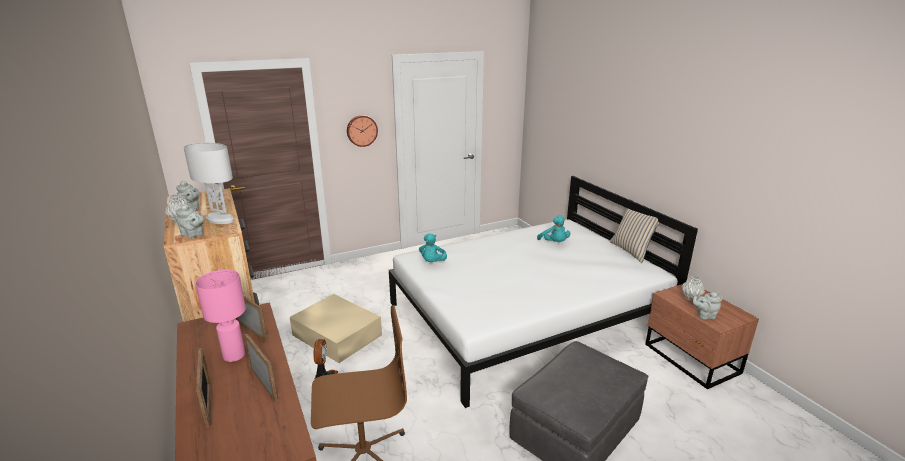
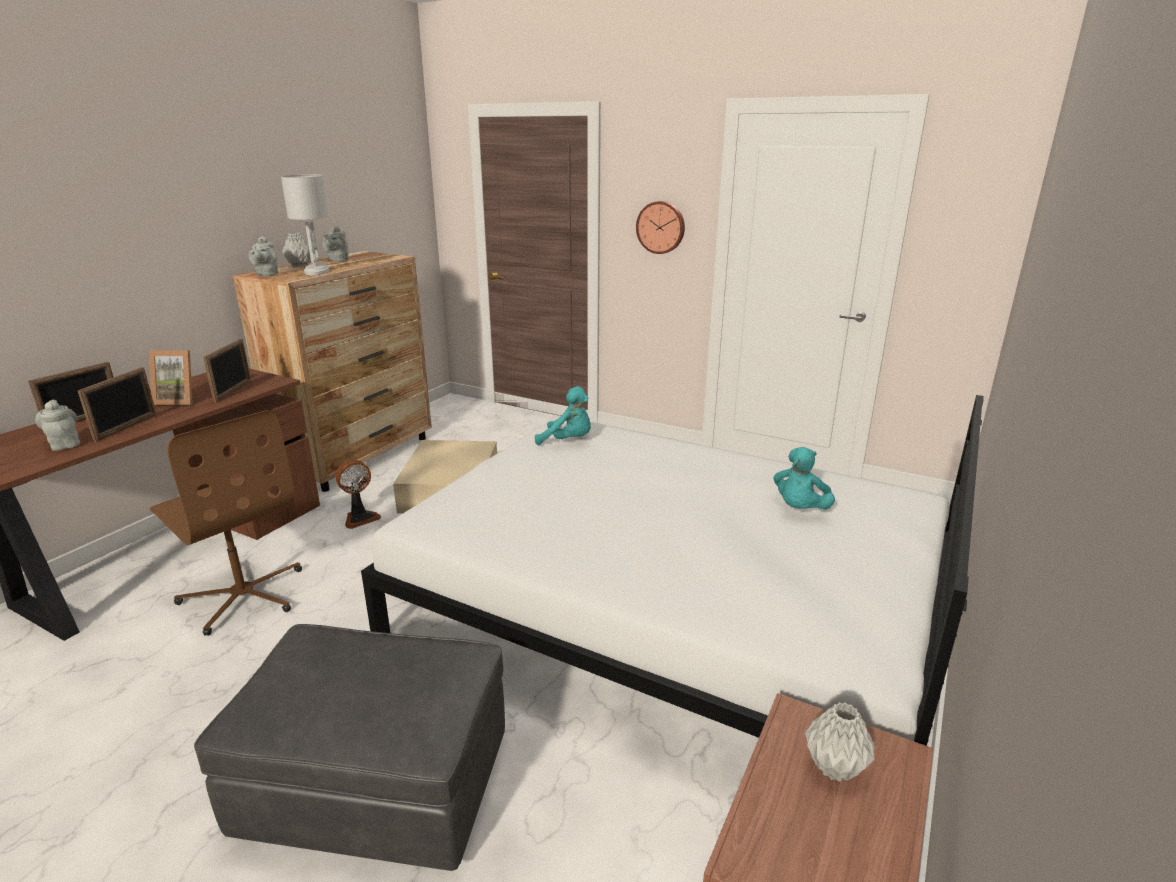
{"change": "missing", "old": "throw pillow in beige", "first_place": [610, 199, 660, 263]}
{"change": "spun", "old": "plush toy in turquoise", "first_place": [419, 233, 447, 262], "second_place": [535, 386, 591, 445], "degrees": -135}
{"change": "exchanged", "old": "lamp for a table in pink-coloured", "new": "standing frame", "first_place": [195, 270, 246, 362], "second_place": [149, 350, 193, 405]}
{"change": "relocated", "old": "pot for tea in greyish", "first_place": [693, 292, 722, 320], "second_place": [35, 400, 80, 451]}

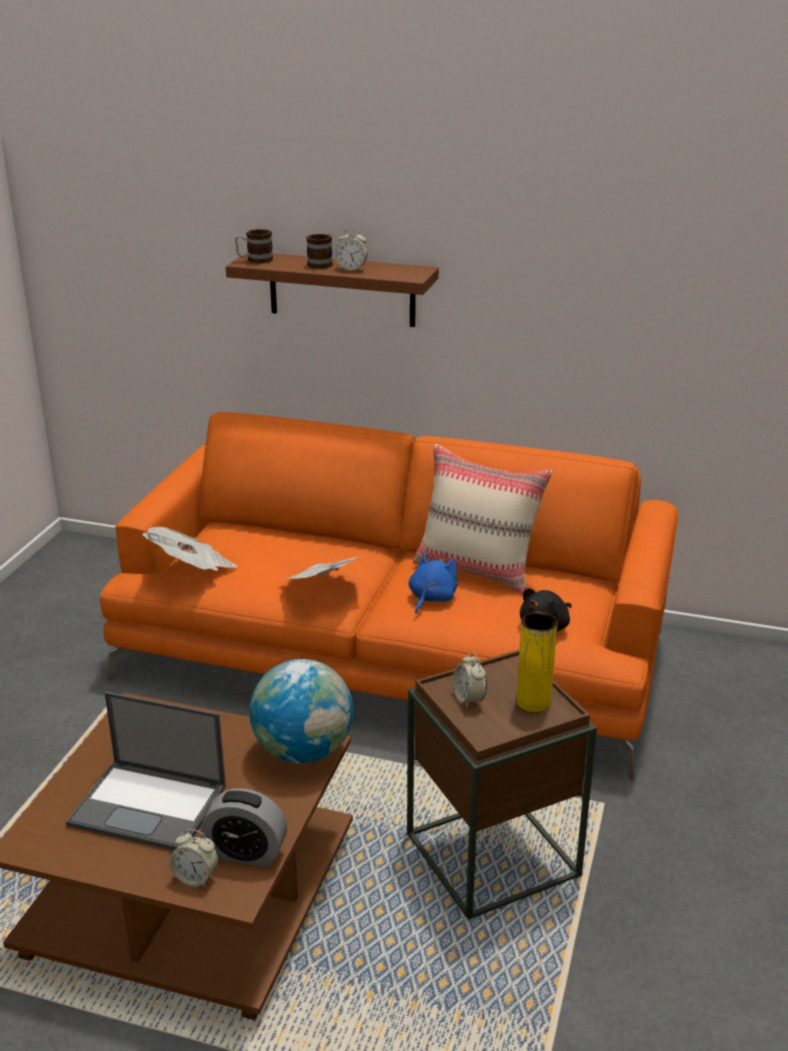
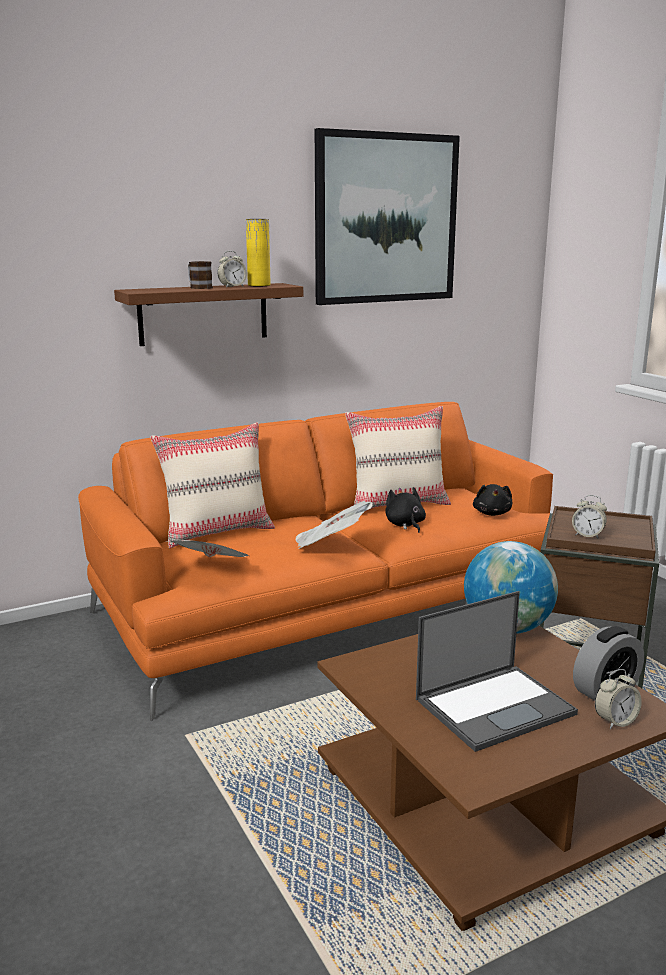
{"change": "missing", "old": "tea mug", "first_place": [235, 229, 273, 264]}
{"change": "colour", "old": "plush toy in bluish", "new": "plush toy in black", "first_place": [409, 552, 458, 614], "second_place": [385, 487, 426, 533]}
{"change": "relocated", "old": "flower vase in yellowish", "first_place": [517, 612, 557, 713], "second_place": [246, 219, 270, 286]}
{"change": "appeared", "new": "wall art", "second_place": [315, 128, 460, 305]}
{"change": "appeared", "new": "throw pillow in beige", "second_place": [150, 422, 275, 548]}

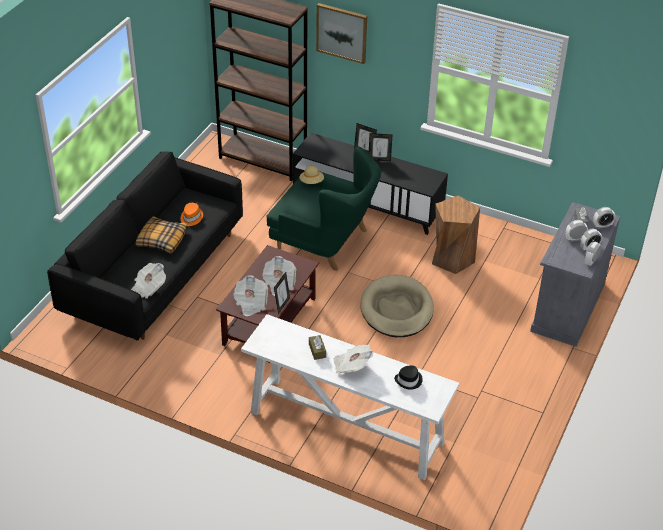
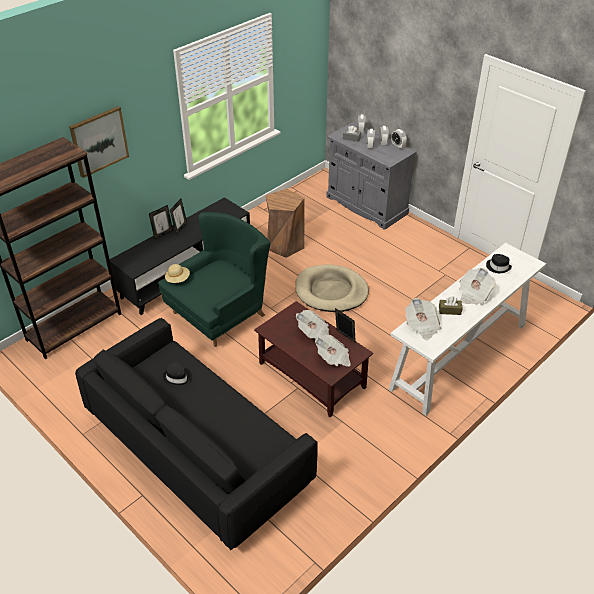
{"change": "colour", "old": "hat in orange", "new": "hat in black", "first_place": [180, 203, 203, 226], "second_place": [163, 362, 191, 388]}
{"change": "missing", "old": "throw pillow", "first_place": [135, 216, 187, 254]}
{"change": "relocated", "old": "newspaper", "first_place": [131, 263, 166, 299], "second_place": [405, 298, 441, 340]}

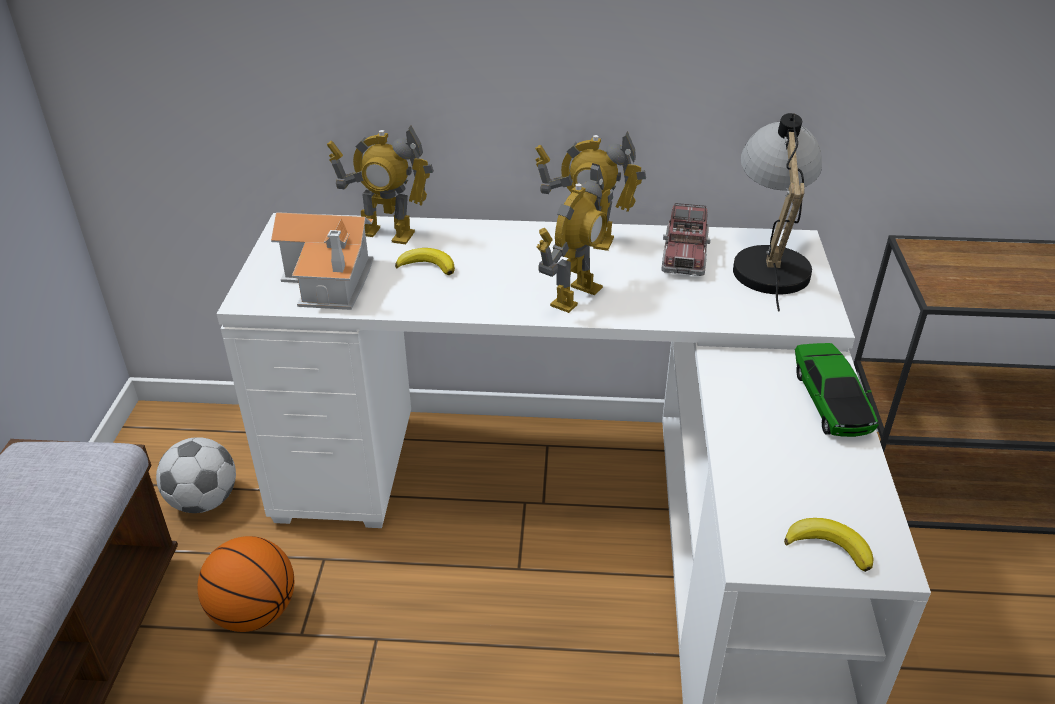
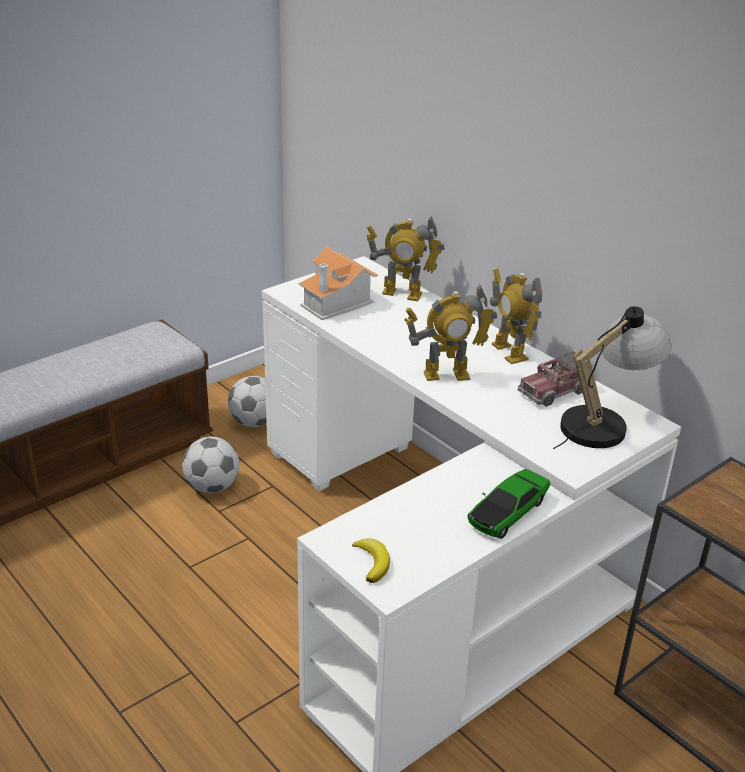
{"change": "spun", "old": "robot figure", "first_place": [327, 126, 434, 244], "second_place": [367, 216, 445, 301], "degrees": -45}
{"change": "missing", "old": "banana fruit", "first_place": [395, 248, 455, 275]}
{"change": "exchanged", "old": "ball for basketball", "new": "ball for football", "first_place": [197, 536, 294, 632], "second_place": [182, 436, 239, 493]}

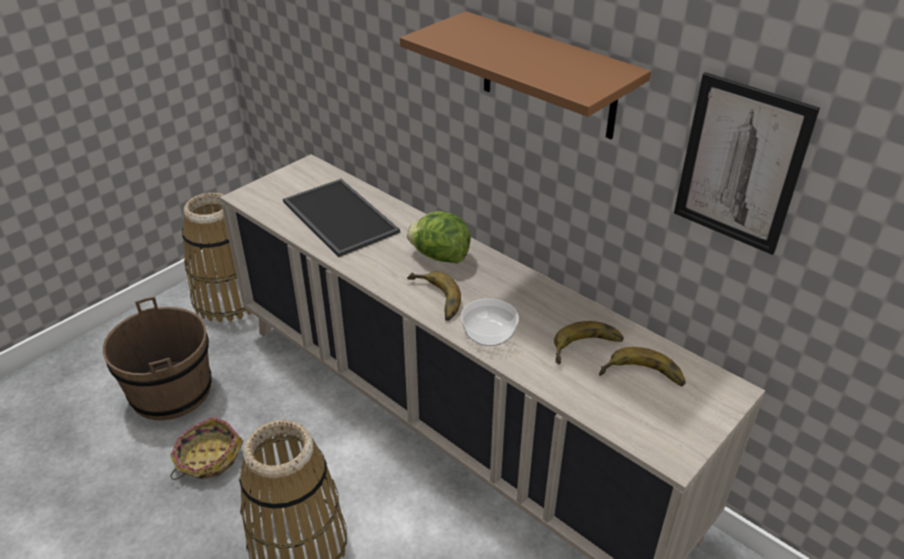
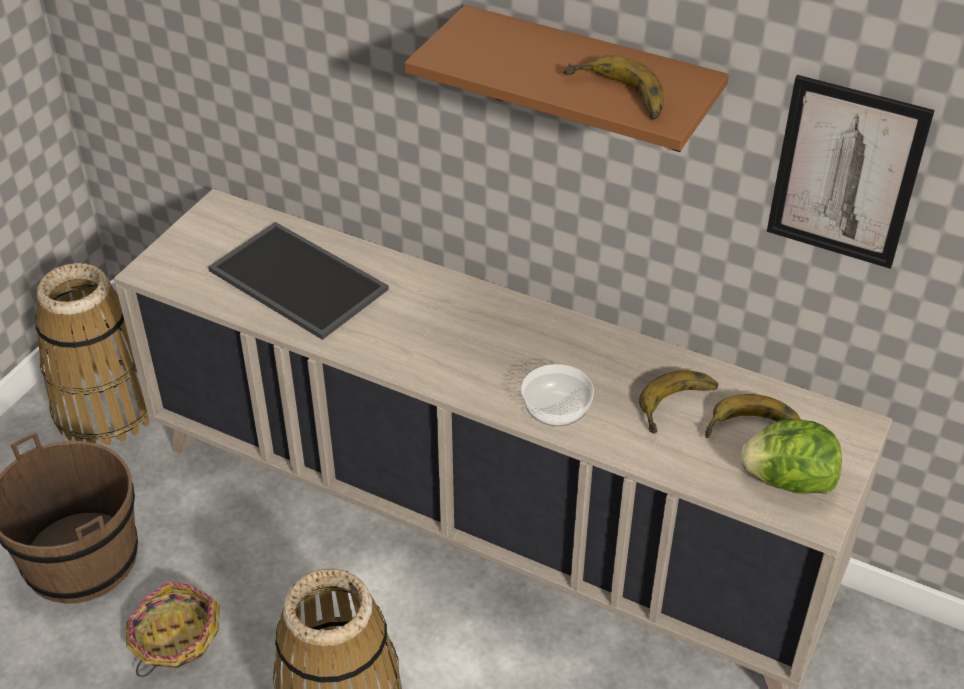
{"change": "relocated", "old": "head of lettuce", "first_place": [407, 211, 471, 263], "second_place": [740, 419, 842, 494]}
{"change": "relocated", "old": "banana fruit", "first_place": [407, 272, 461, 321], "second_place": [563, 55, 664, 120]}

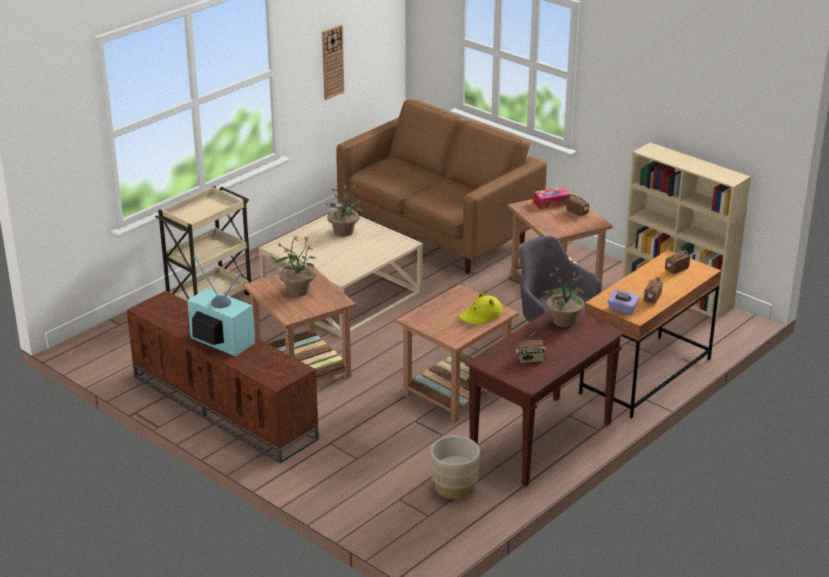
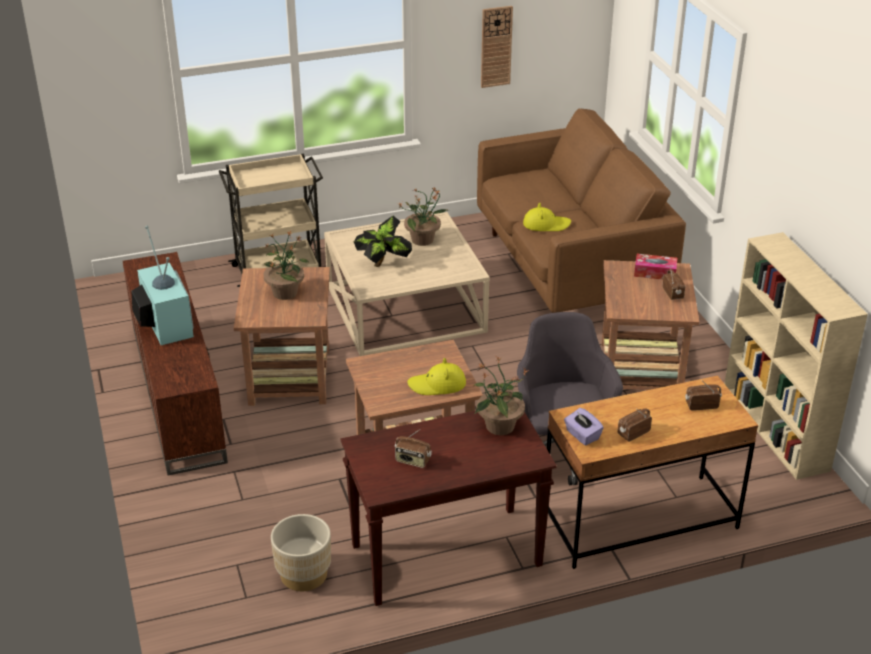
{"change": "appeared", "new": "hat in yellowish", "second_place": [523, 203, 571, 231]}
{"change": "appeared", "new": "houseplant", "second_place": [354, 216, 412, 267]}

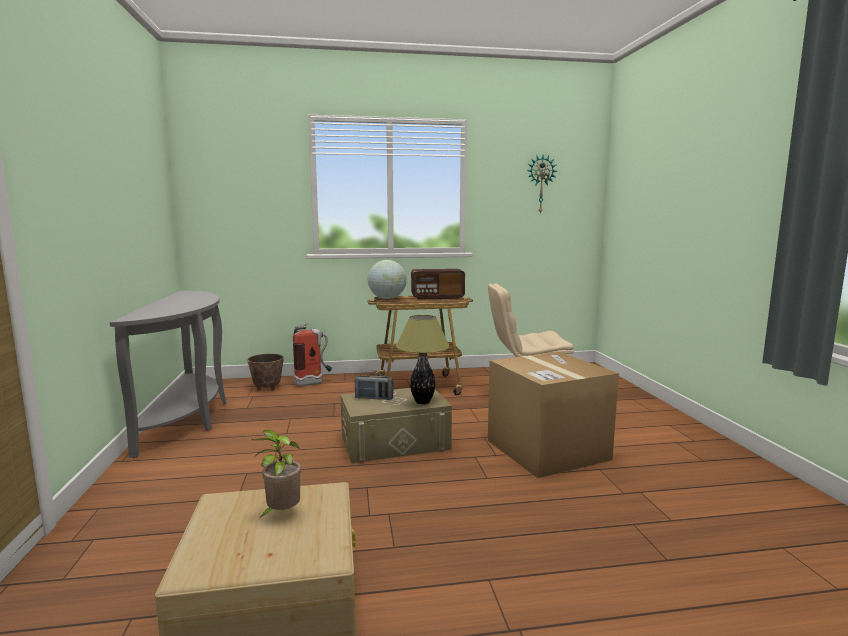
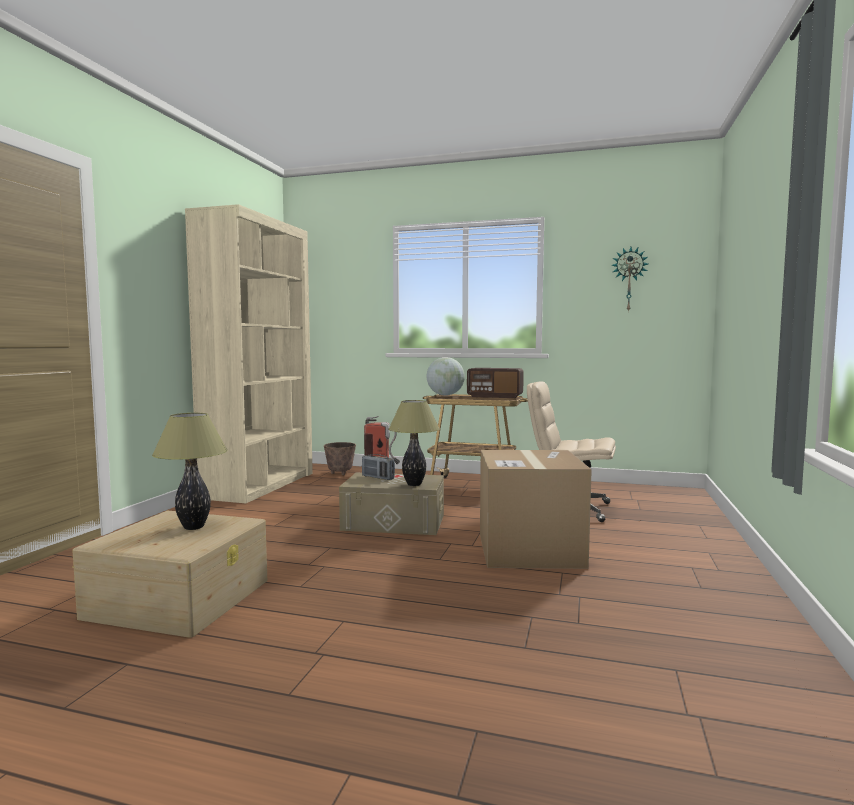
{"change": "exchanged", "old": "narrow table in greyish", "new": "bookshelf in beige", "first_place": [110, 291, 226, 458], "second_place": [185, 204, 313, 503]}
{"change": "exchanged", "old": "houseplant", "new": "lamp for a table", "first_place": [252, 430, 301, 518], "second_place": [152, 413, 228, 530]}

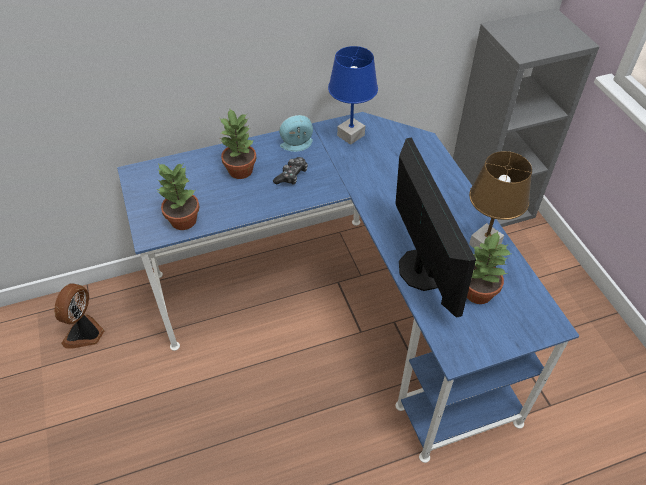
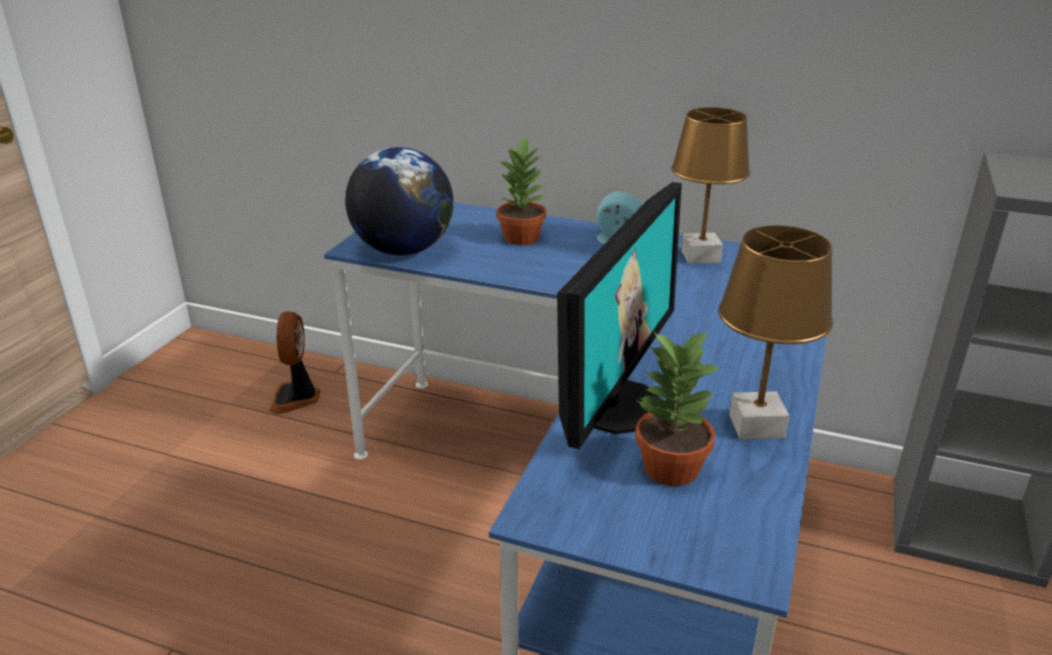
{"change": "colour", "old": "lamp for a table in bluish", "new": "lamp for a table in brown", "first_place": [328, 46, 378, 145], "second_place": [671, 107, 750, 264]}
{"change": "missing", "old": "joypad", "first_place": [273, 157, 308, 185]}
{"change": "exchanged", "old": "houseplant", "new": "world globe", "first_place": [157, 164, 200, 230], "second_place": [345, 147, 454, 255]}
{"change": "spun", "old": "fan", "first_place": [54, 283, 105, 348], "second_place": [269, 311, 320, 414], "degrees": -60}

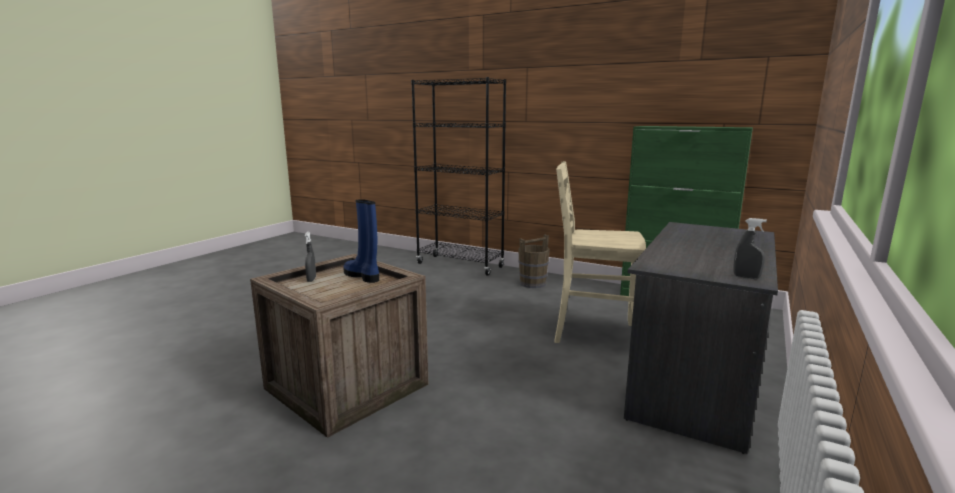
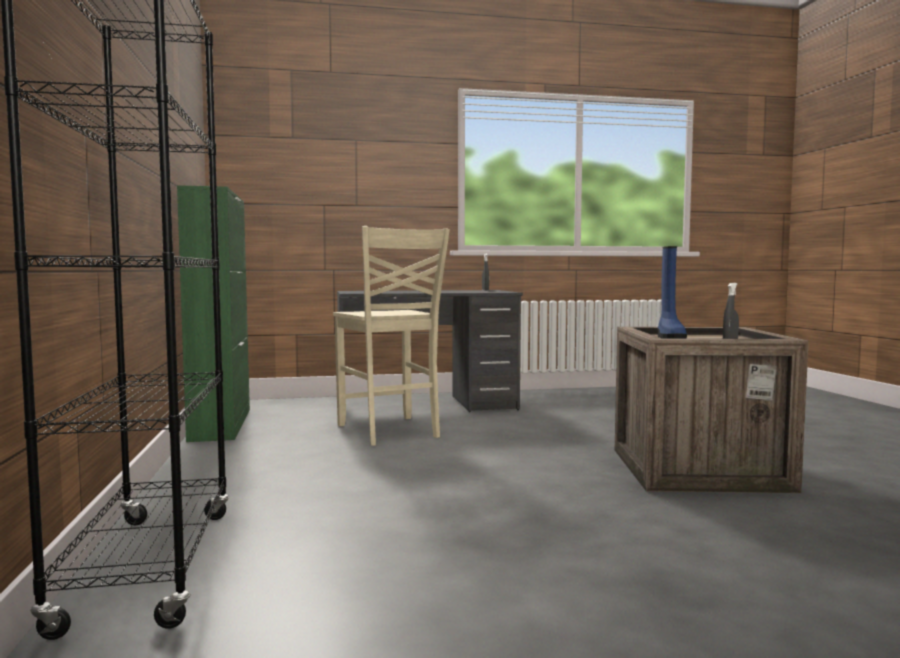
{"change": "missing", "old": "water bucket in brown", "first_place": [518, 235, 550, 288]}

